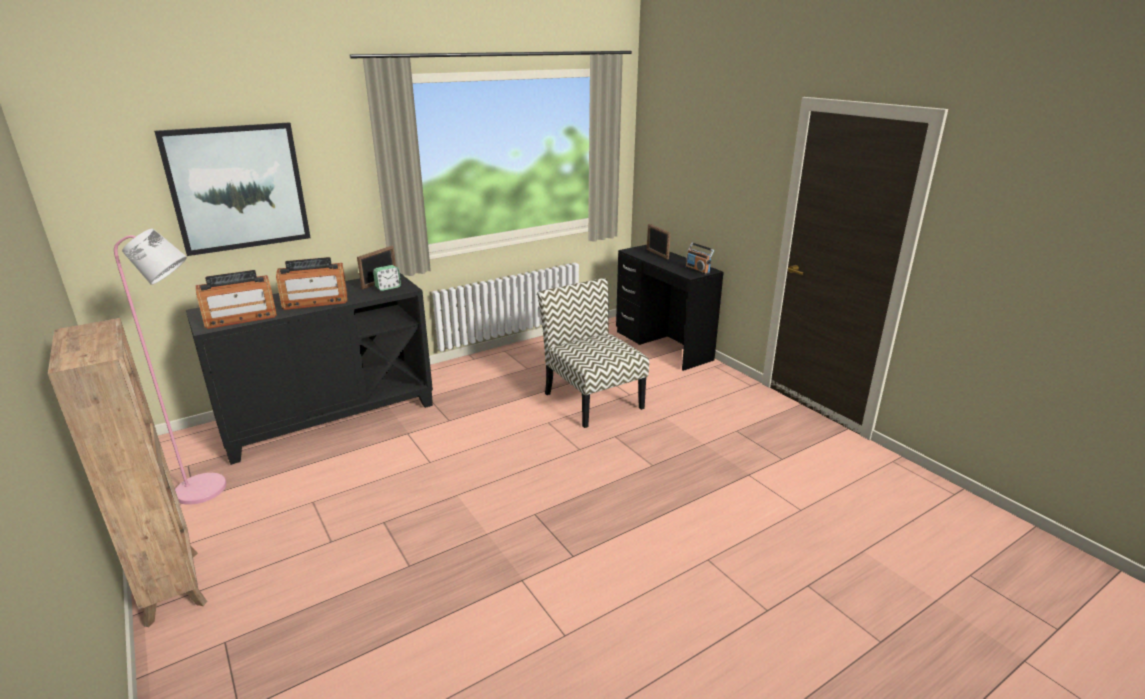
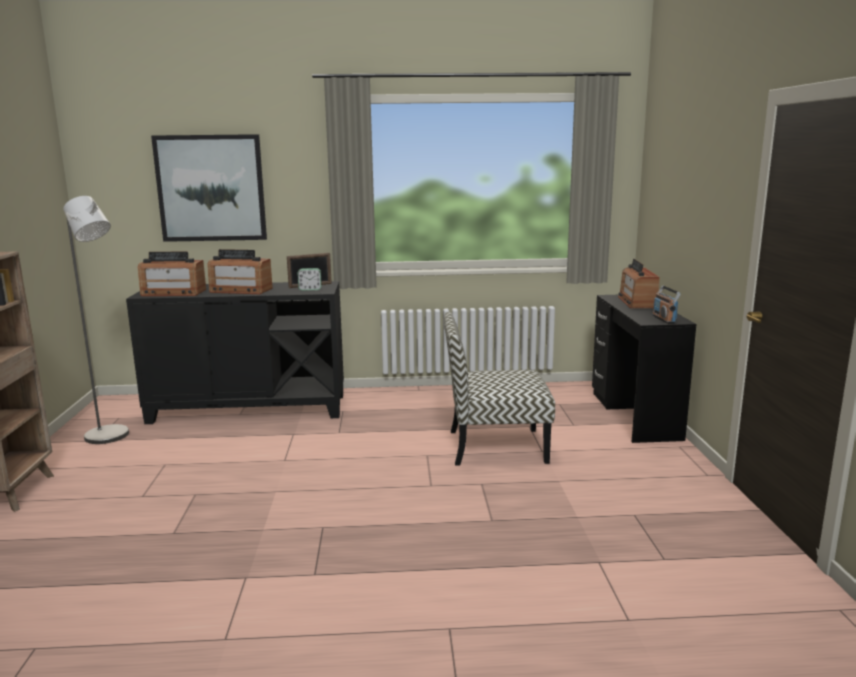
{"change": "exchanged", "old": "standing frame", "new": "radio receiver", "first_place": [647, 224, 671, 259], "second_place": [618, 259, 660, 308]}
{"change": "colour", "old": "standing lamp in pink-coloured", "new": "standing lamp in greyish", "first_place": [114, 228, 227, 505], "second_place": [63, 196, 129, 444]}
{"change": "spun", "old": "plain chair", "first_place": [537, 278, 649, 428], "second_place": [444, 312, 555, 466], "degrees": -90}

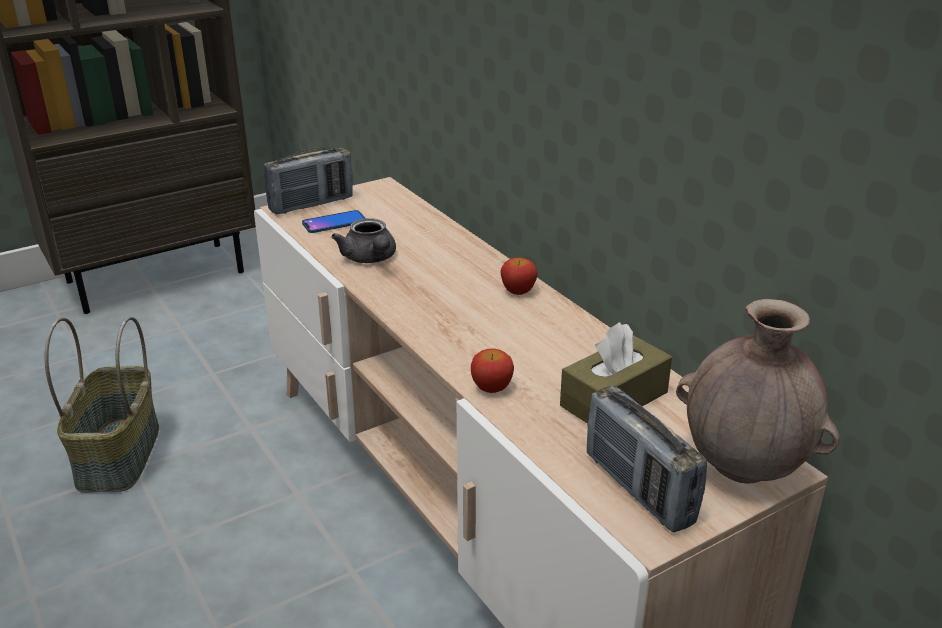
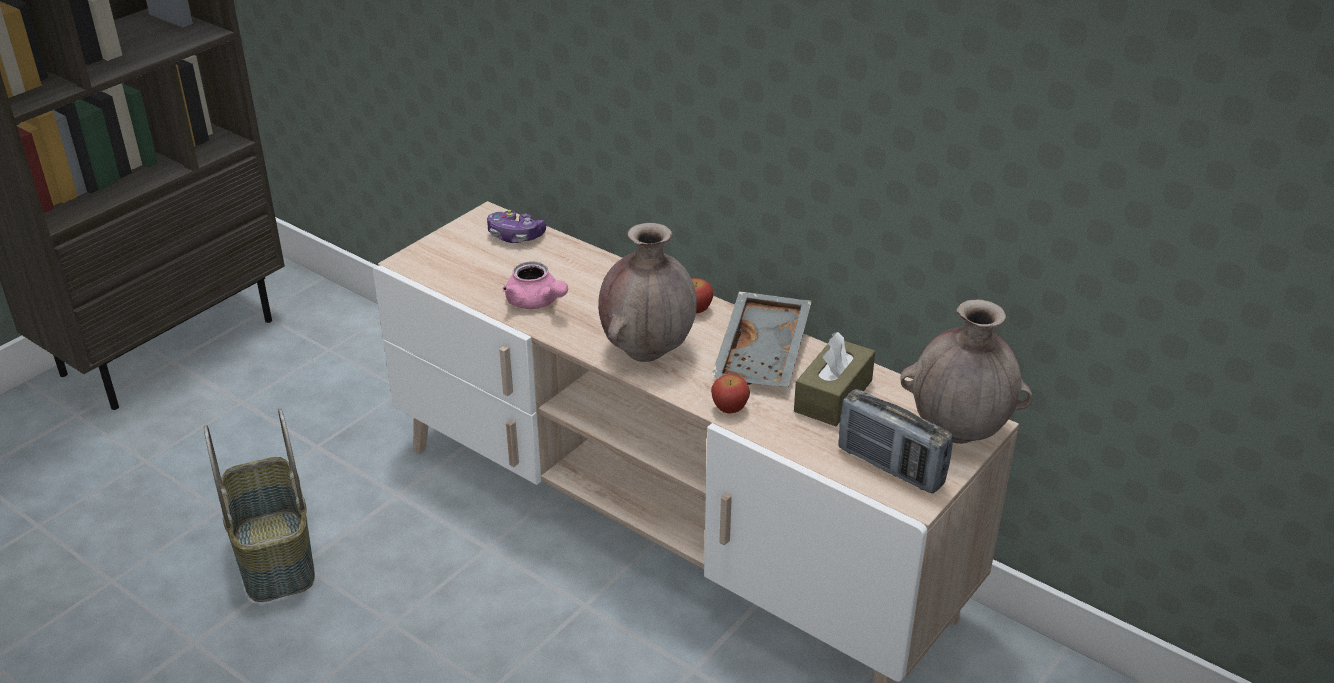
{"change": "missing", "old": "radio receiver", "first_place": [264, 147, 353, 215]}
{"change": "missing", "old": "phone", "first_place": [302, 210, 365, 233]}
{"change": "colour", "old": "pot for tea in greyish", "new": "pot for tea in pink-coloured", "first_place": [331, 218, 396, 263], "second_place": [502, 261, 568, 309]}
{"change": "appeared", "new": "joypad", "second_place": [487, 210, 546, 243]}
{"change": "appeared", "new": "flower vase in brown", "second_place": [598, 223, 697, 362]}
{"change": "appeared", "new": "serving tray in greyish", "second_place": [711, 291, 812, 387]}

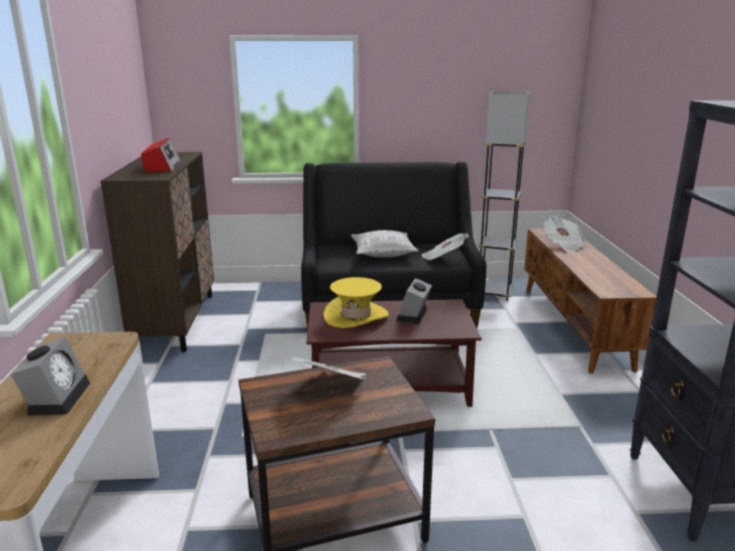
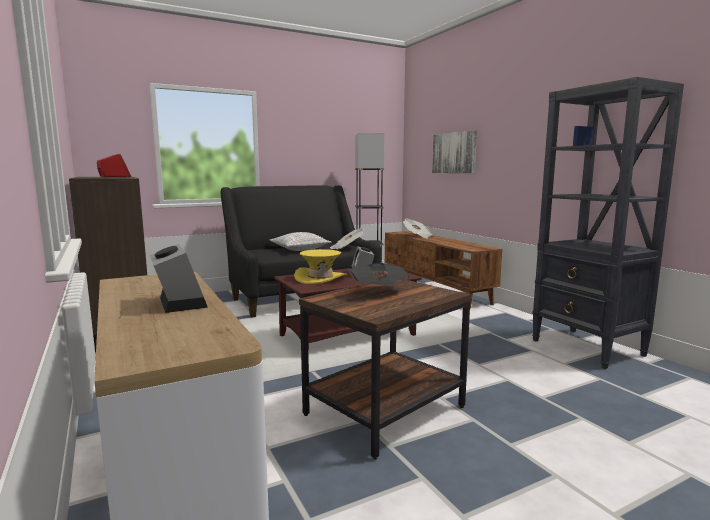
{"change": "appeared", "new": "wall art", "second_place": [432, 130, 477, 173]}

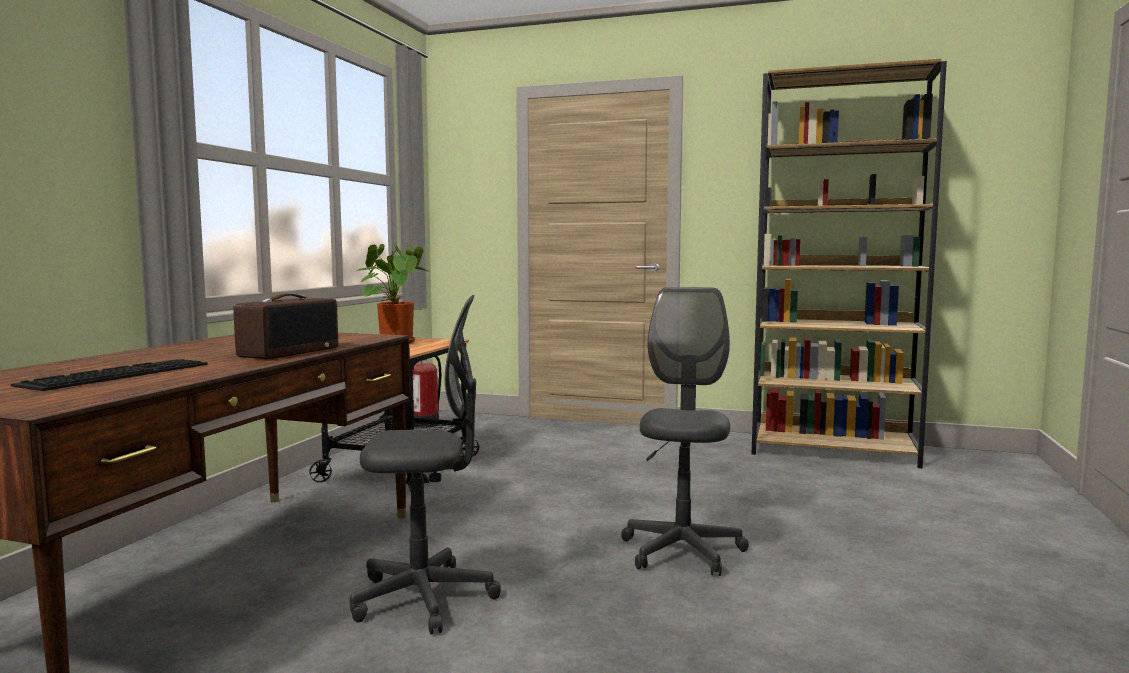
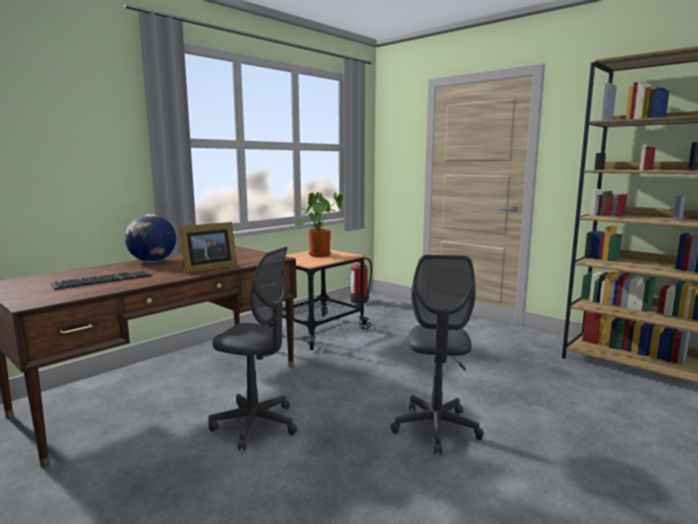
{"change": "spun", "old": "computer chair in greyish", "first_place": [621, 287, 749, 576], "second_place": [391, 255, 484, 455], "degrees": 150}
{"change": "exchanged", "old": "radio receiver", "new": "standing frame", "first_place": [233, 294, 338, 359], "second_place": [178, 222, 237, 274]}
{"change": "appeared", "new": "world globe", "second_place": [125, 214, 176, 262]}

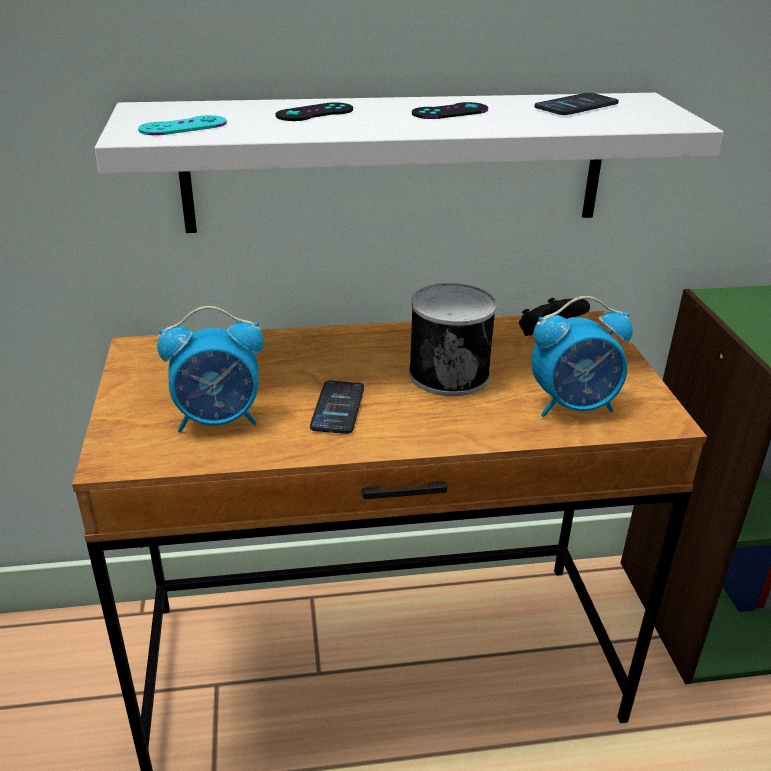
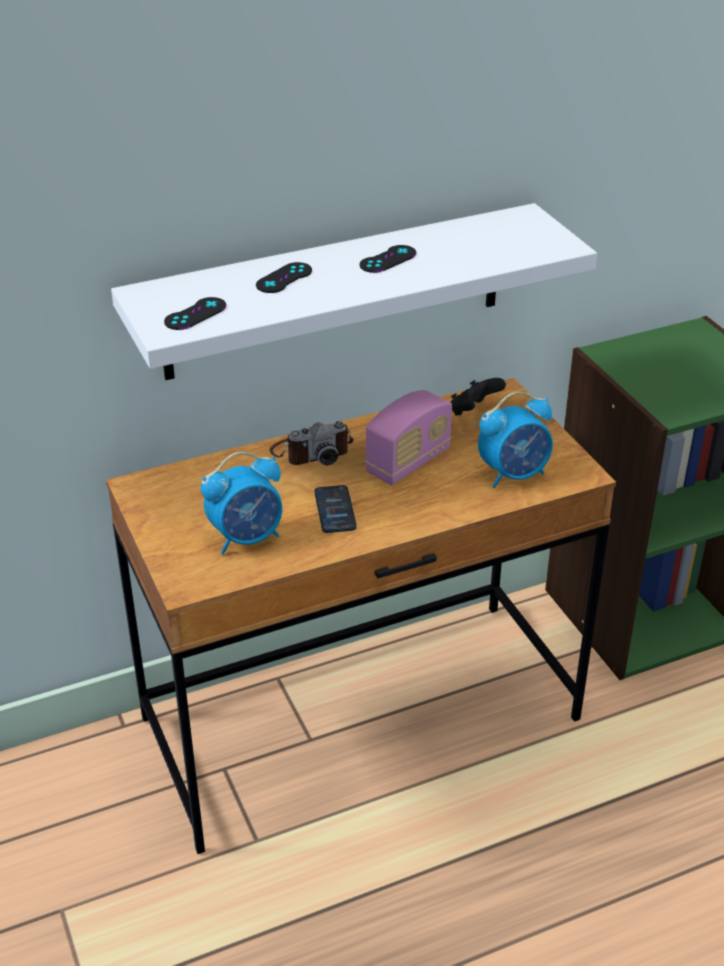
{"change": "missing", "old": "phone", "first_place": [534, 93, 619, 115]}
{"change": "colour", "old": "joypad in turquoise", "new": "joypad in black", "first_place": [138, 115, 227, 135], "second_place": [164, 297, 226, 330]}
{"change": "exchanged", "old": "can", "new": "radio receiver", "first_place": [409, 283, 497, 396], "second_place": [365, 390, 452, 485]}
{"change": "appeared", "new": "still camera", "second_place": [270, 421, 353, 465]}

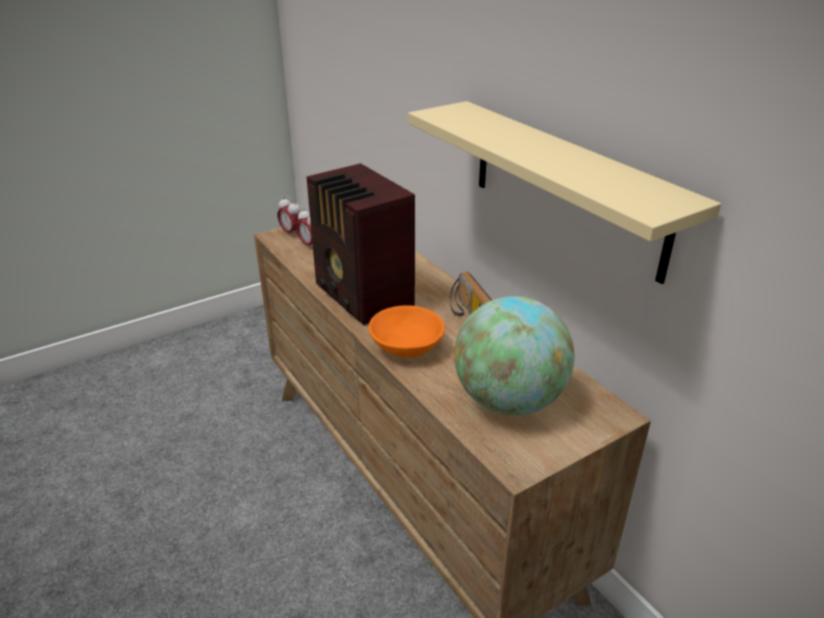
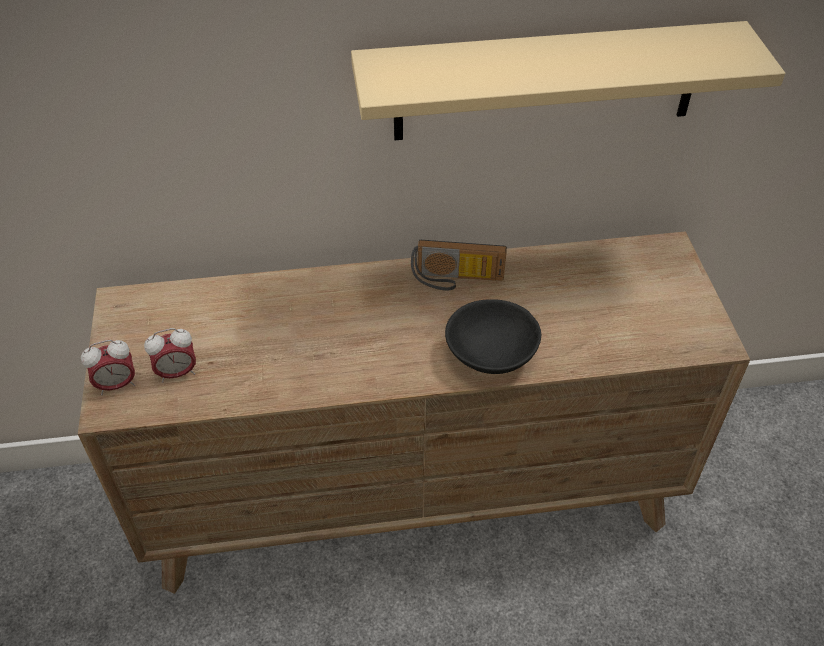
{"change": "missing", "old": "radio receiver", "first_place": [306, 163, 415, 325]}
{"change": "missing", "old": "world globe", "first_place": [454, 296, 574, 415]}
{"change": "colour", "old": "deep dish in orange", "new": "deep dish in black", "first_place": [369, 305, 445, 357], "second_place": [445, 299, 541, 374]}

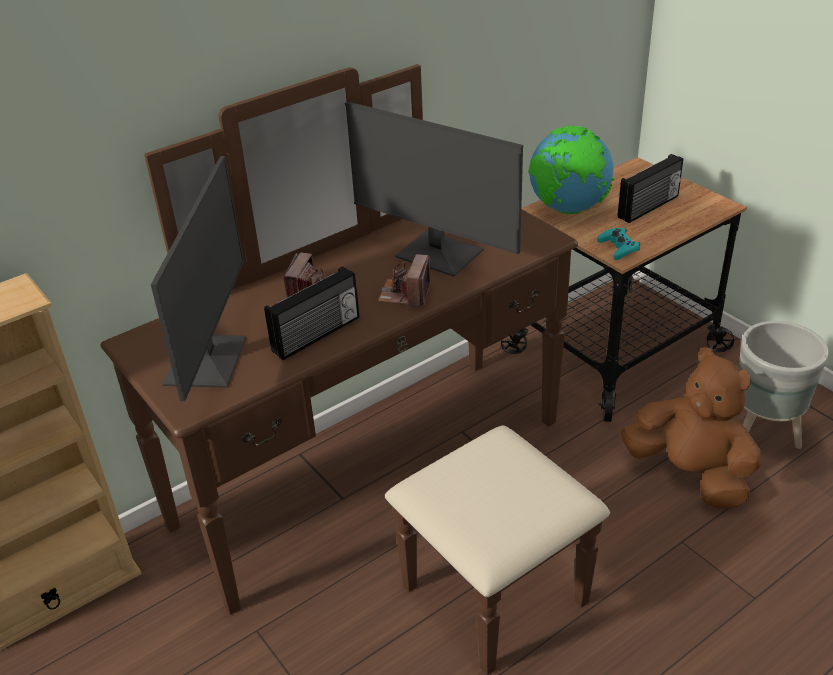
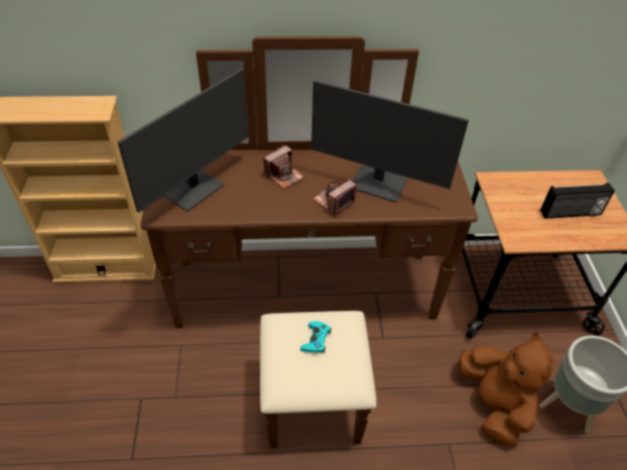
{"change": "spun", "old": "computer display", "first_place": [345, 102, 523, 277], "second_place": [311, 80, 469, 203], "degrees": -45}
{"change": "missing", "old": "world globe", "first_place": [528, 126, 614, 214]}
{"change": "relocated", "old": "joypad in turquoise", "first_place": [597, 228, 640, 260], "second_place": [300, 321, 331, 353]}
{"change": "missing", "old": "radio receiver", "first_place": [264, 266, 359, 360]}

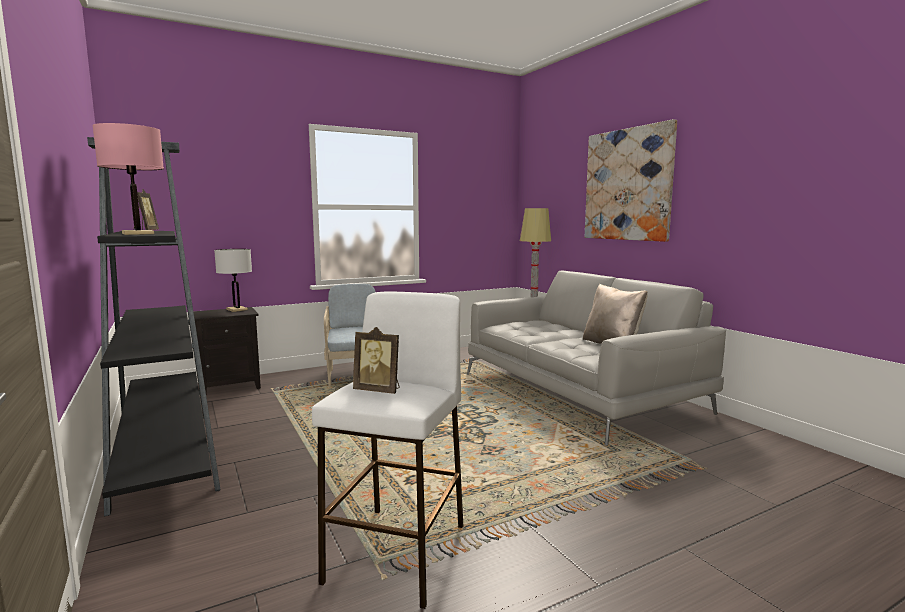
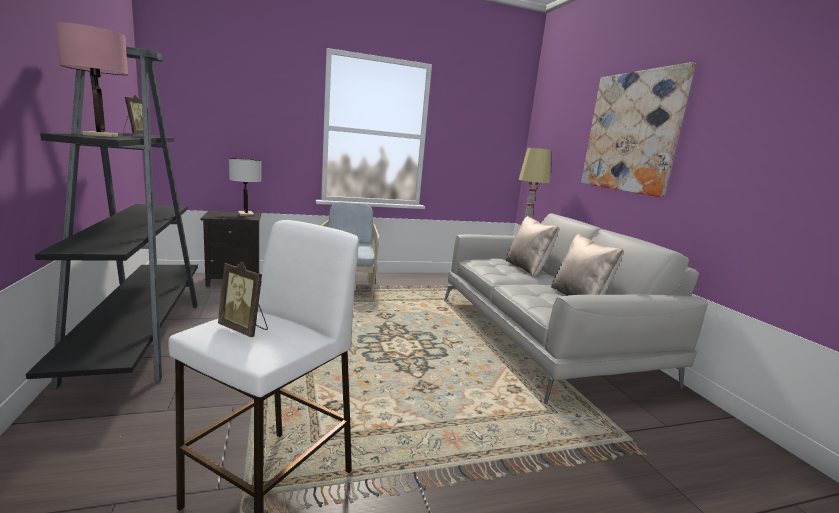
{"change": "appeared", "new": "throw pillow in beige", "second_place": [506, 216, 559, 276]}

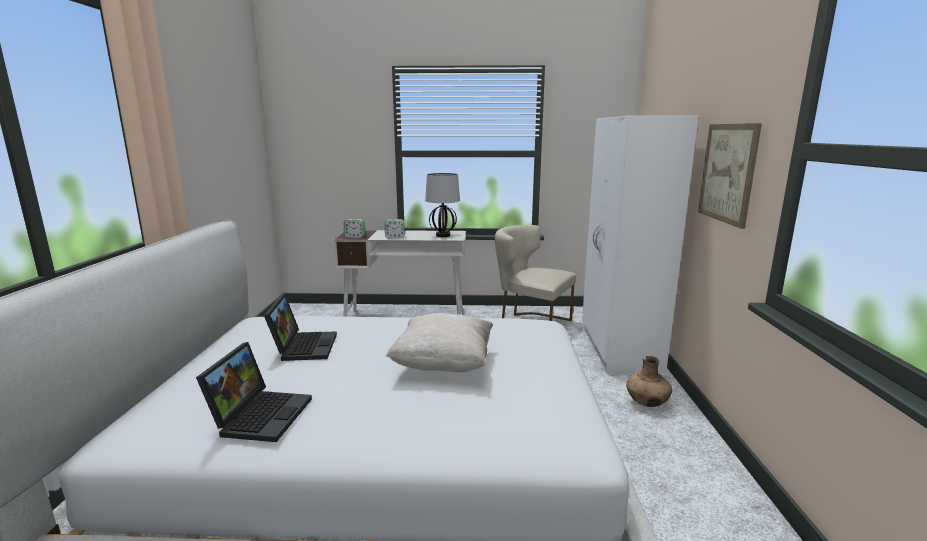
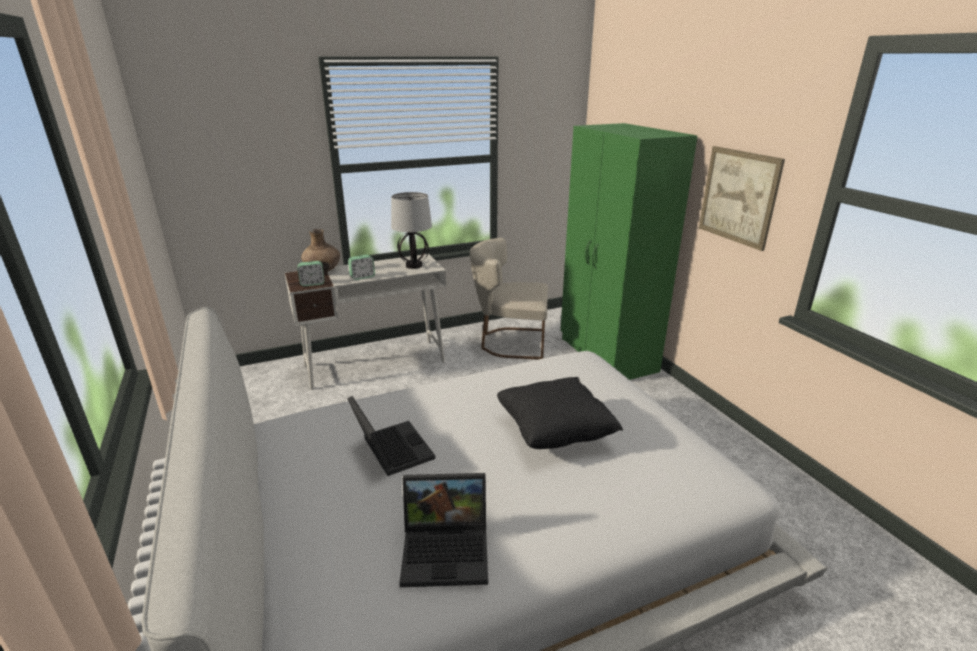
{"change": "colour", "old": "clothes cupboard in whitish", "new": "clothes cupboard in greenish", "first_place": [582, 116, 699, 374], "second_place": [560, 123, 698, 380]}
{"change": "colour", "old": "throw pillow in beige", "new": "throw pillow in black", "first_place": [386, 313, 493, 372], "second_place": [497, 377, 623, 449]}
{"change": "spun", "old": "portable computer", "first_place": [196, 342, 312, 442], "second_place": [399, 473, 488, 587], "degrees": 105}
{"change": "relocated", "old": "flower vase in brown", "first_place": [626, 356, 672, 407], "second_place": [301, 229, 340, 273]}

